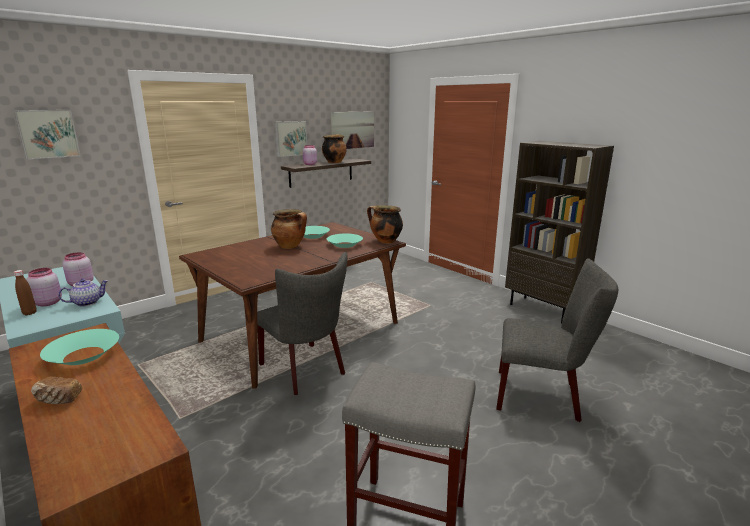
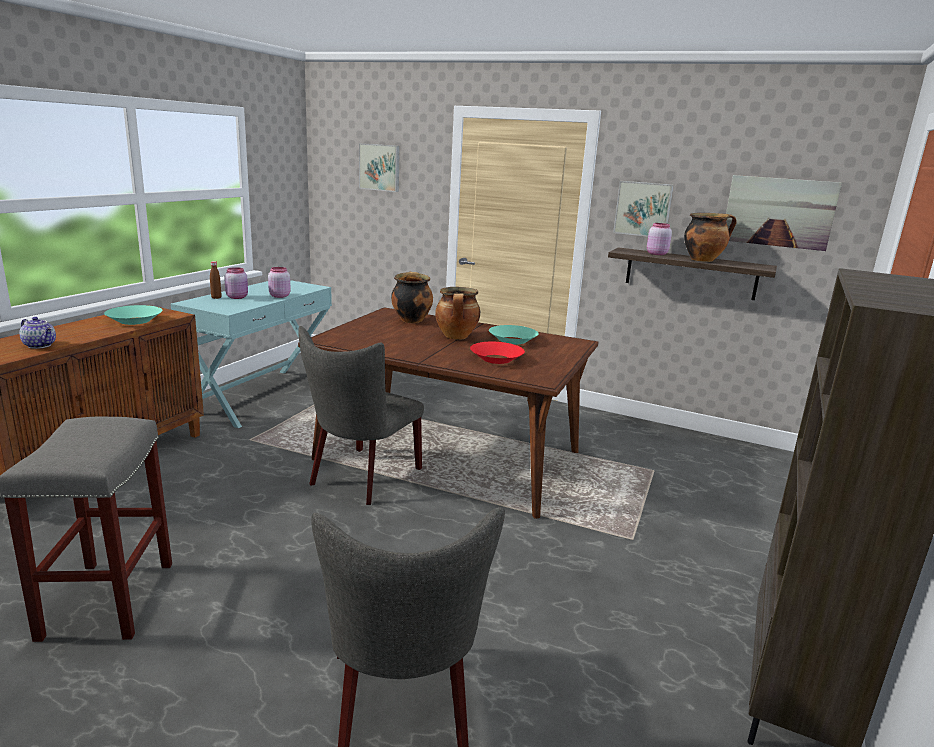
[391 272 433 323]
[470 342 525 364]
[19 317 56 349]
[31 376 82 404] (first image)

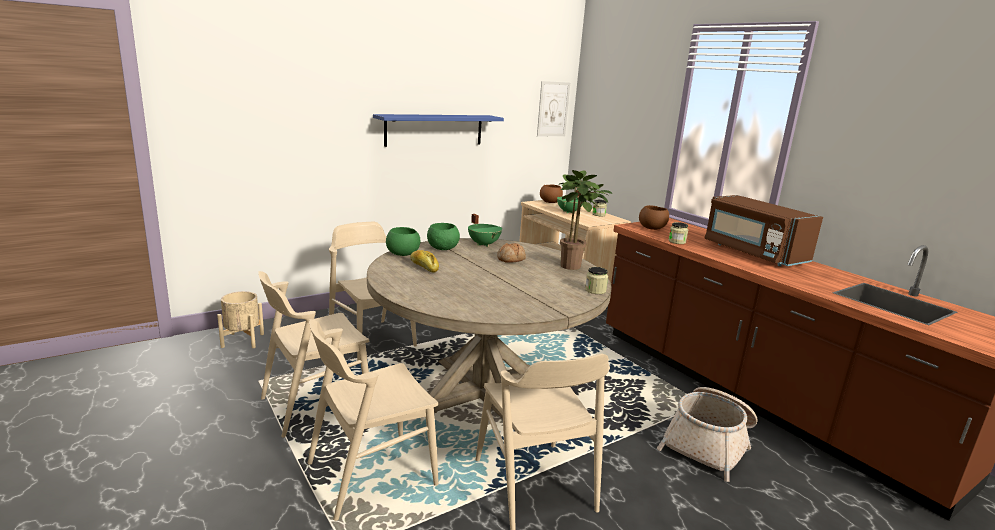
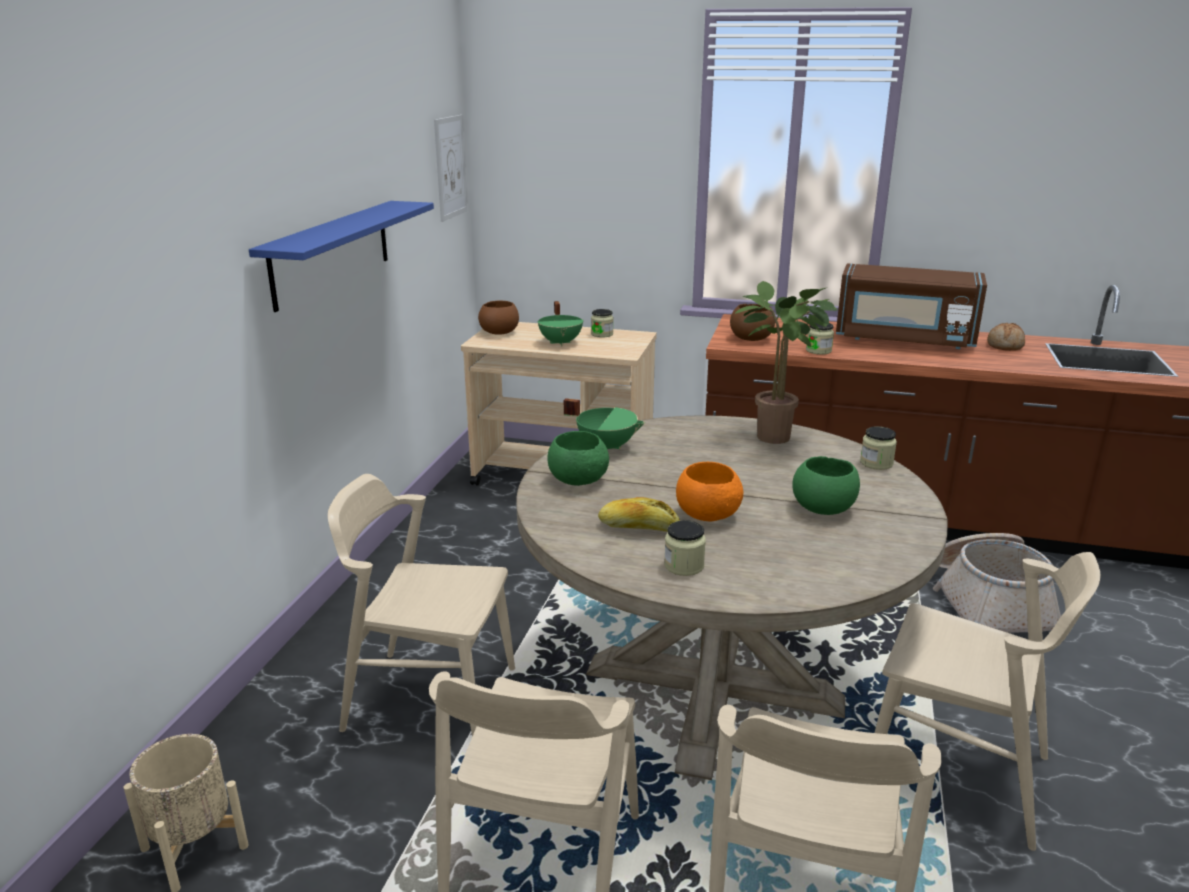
[792 456 860 515]
[987 323 1025 351]
[676 462 744 521]
[664 520 706 576]

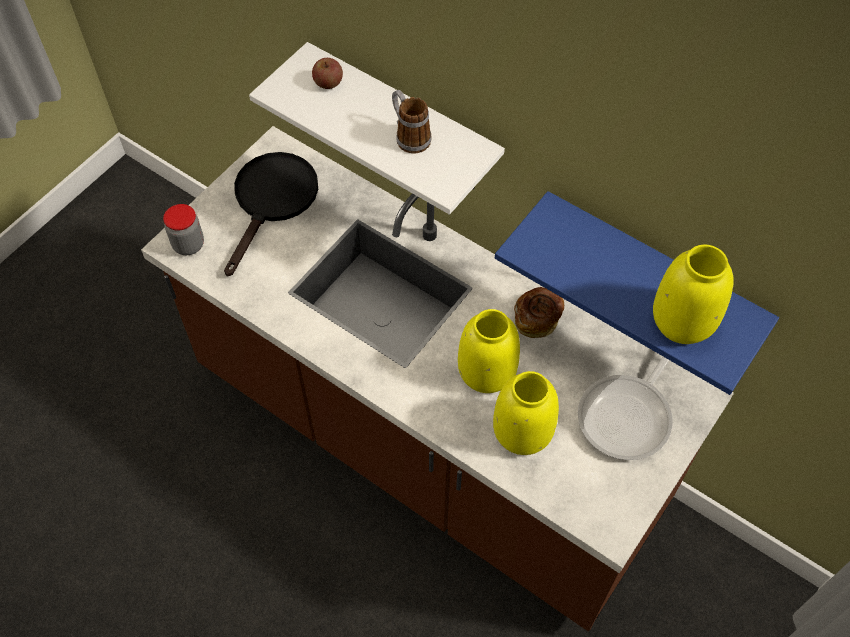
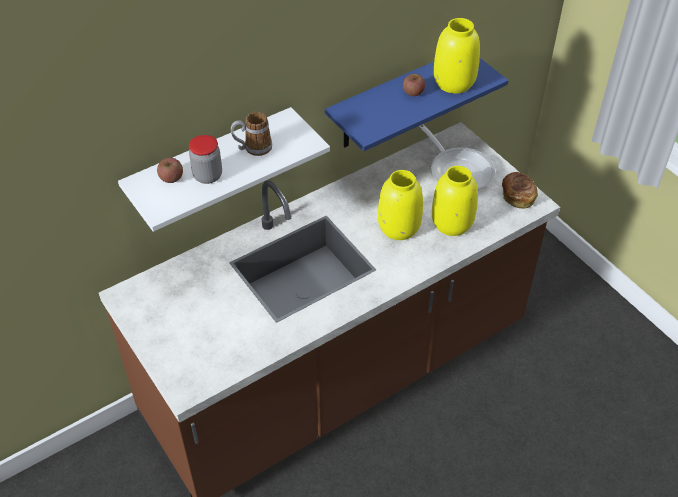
[224 152 318 277] (first image)
[189 135 222 184]
[502 172 538 209]
[403 74 425 96]

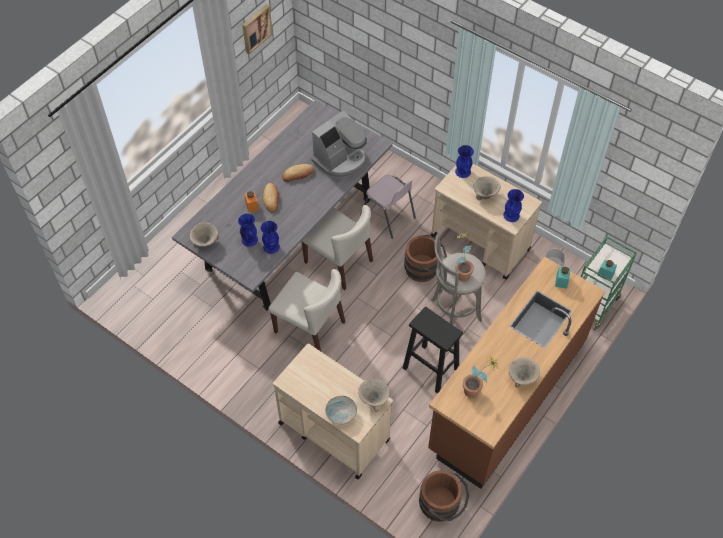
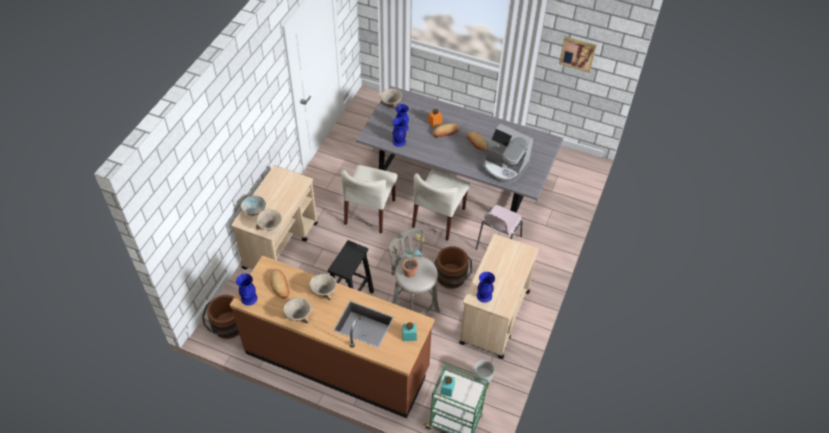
[236 274 257 306]
[309 274 337 300]
[270 269 289 298]

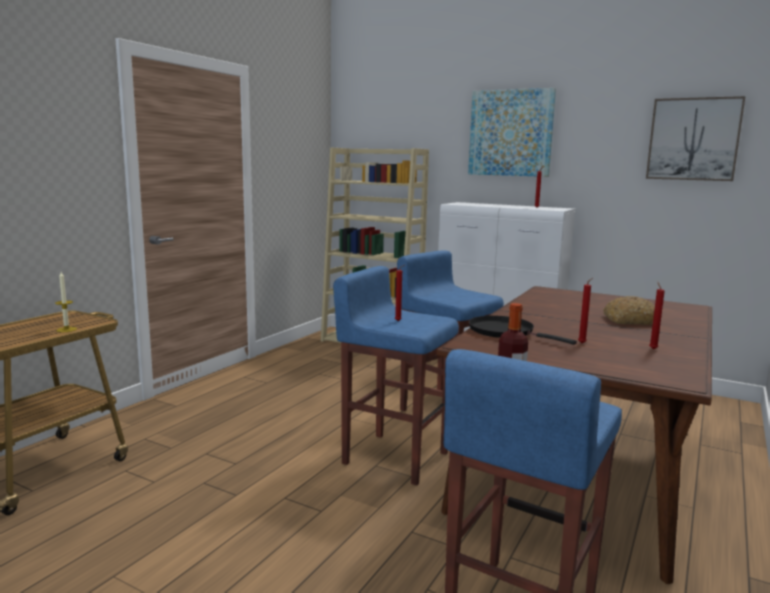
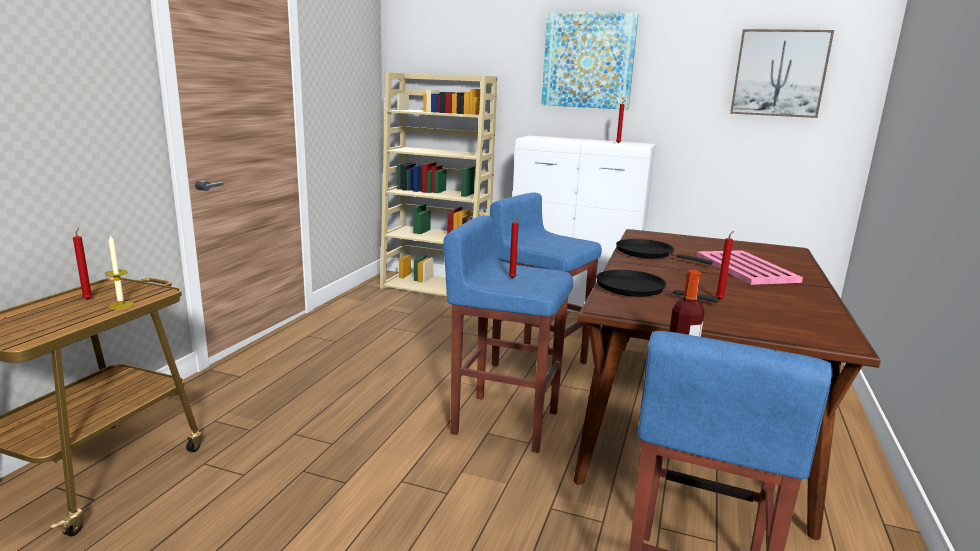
[73 228 93 300]
[696 250 803 285]
[616 239 713 265]

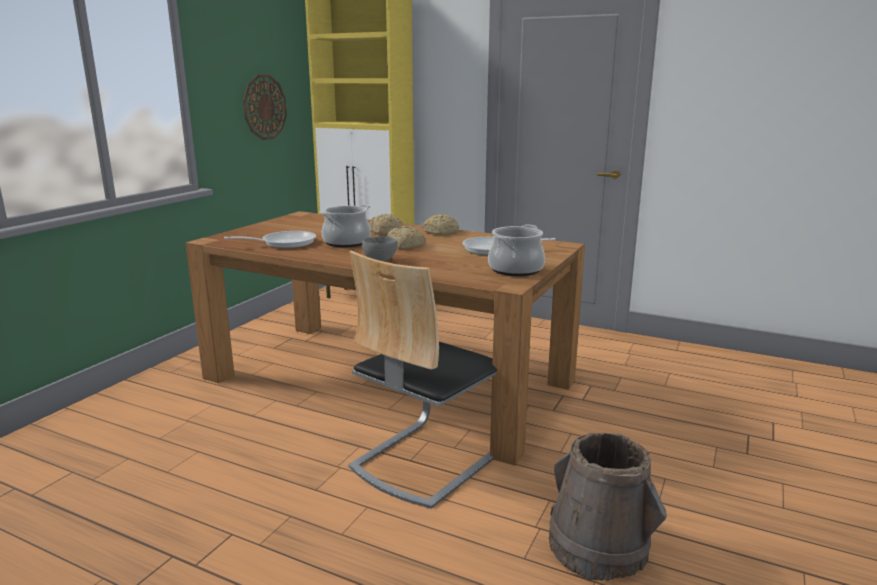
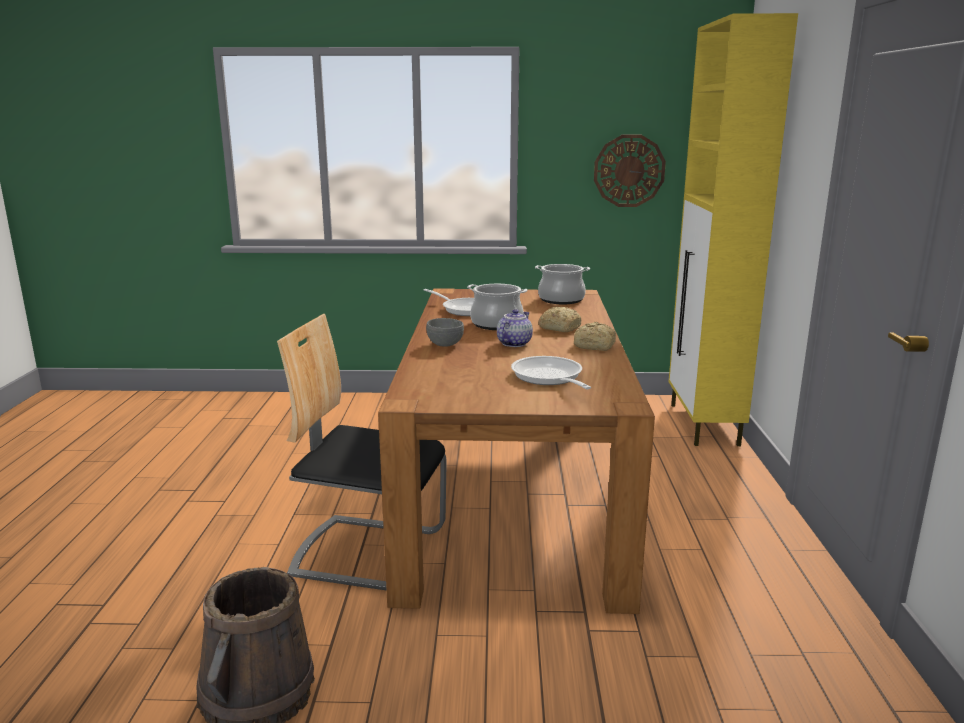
[535 264 590 304]
[497 309 533 347]

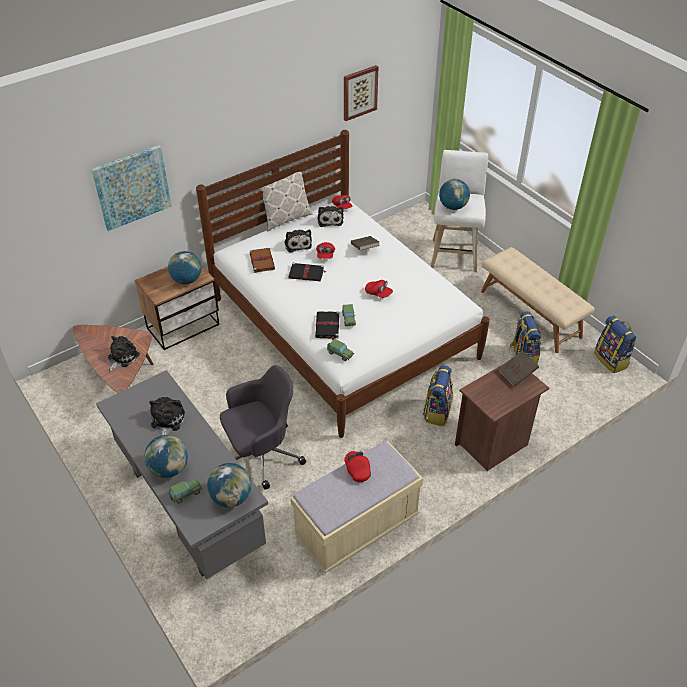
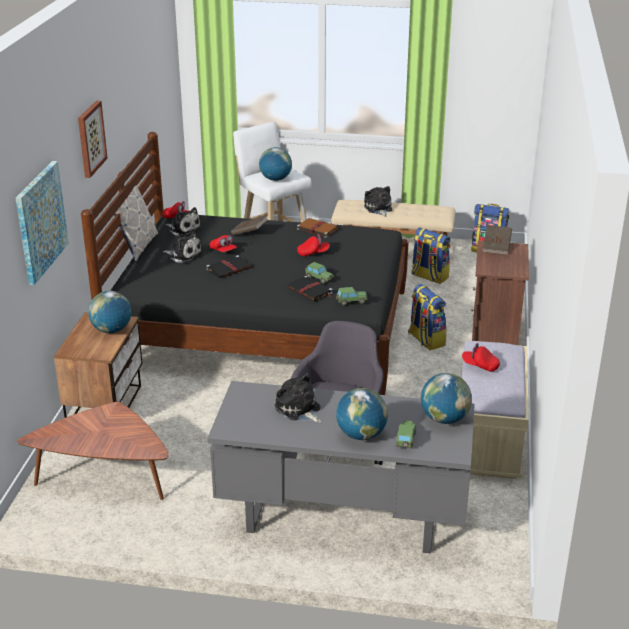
[78 101 108 178]
[81 132 409 395]
[297 218 339 238]
[364 186 393 217]

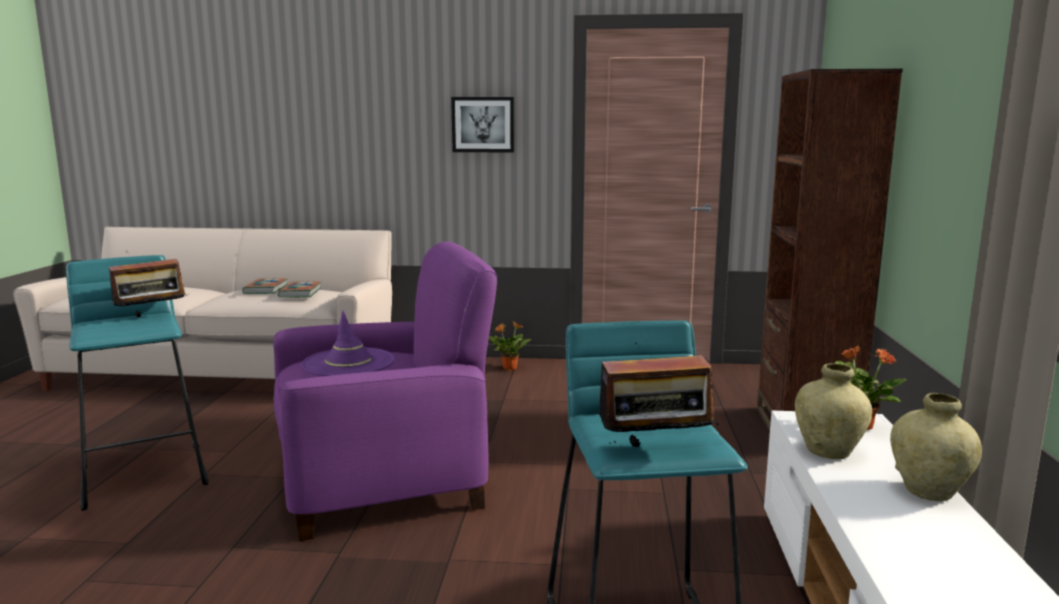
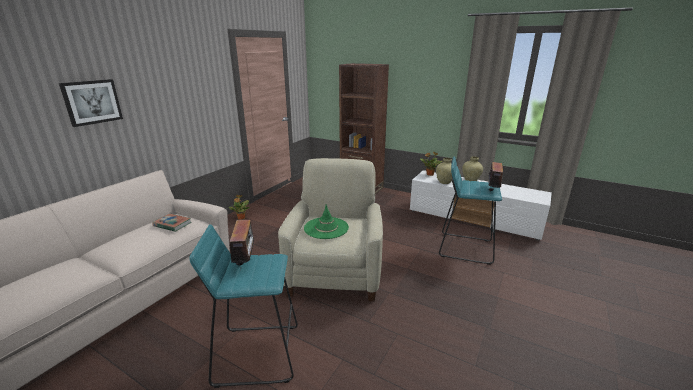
[59 79 123 127]
[278 158 383 302]
[242 278 287 294] (first image)
[304 204 349 239]

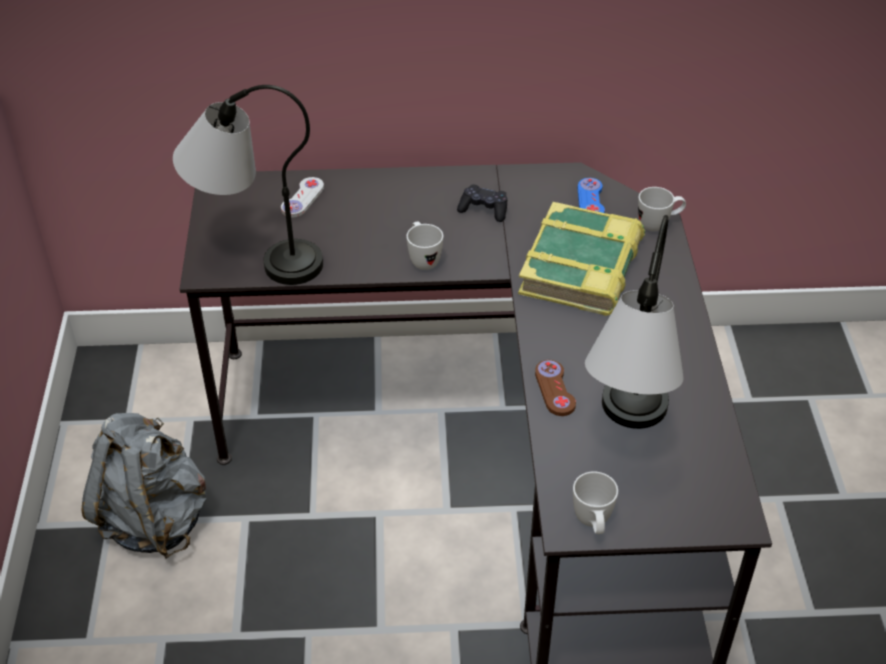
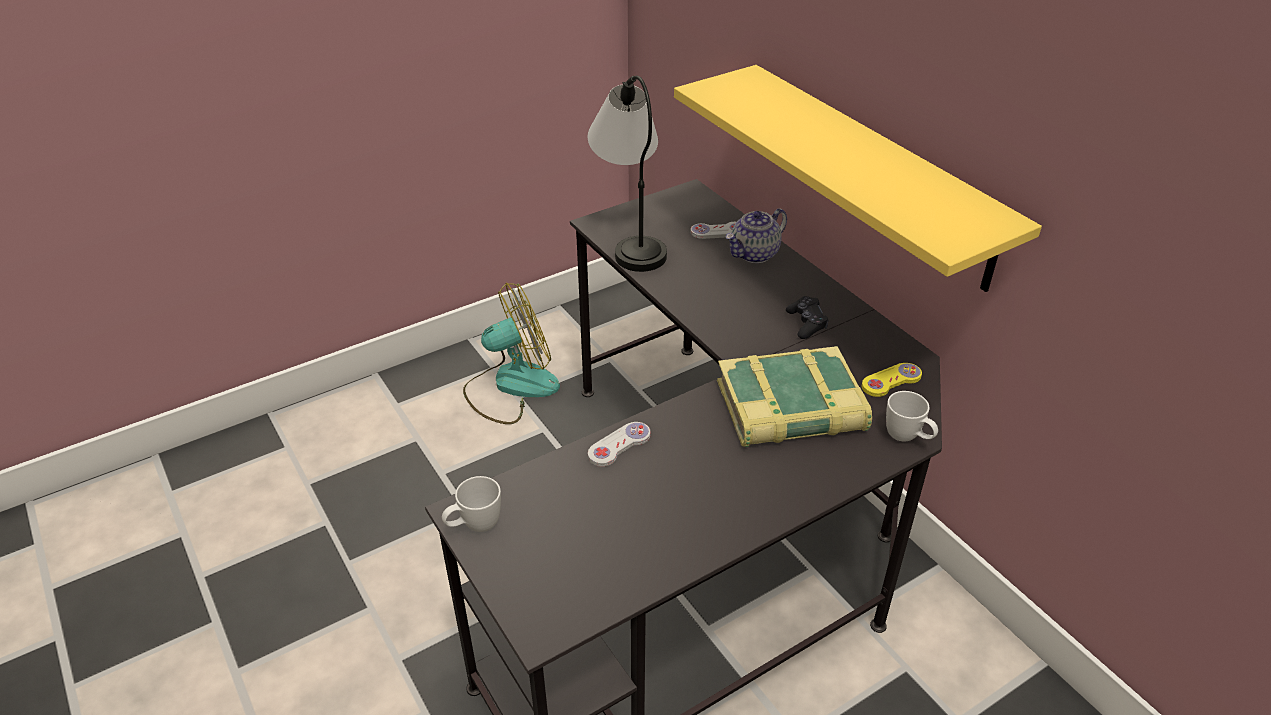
[862 363 922 397]
[585 215 684 429] (first image)
[406 222 443 270] (first image)
[588 422 650 467]
[463 283 560 424]
[674 65 1042 292]
[725 208 787 263]

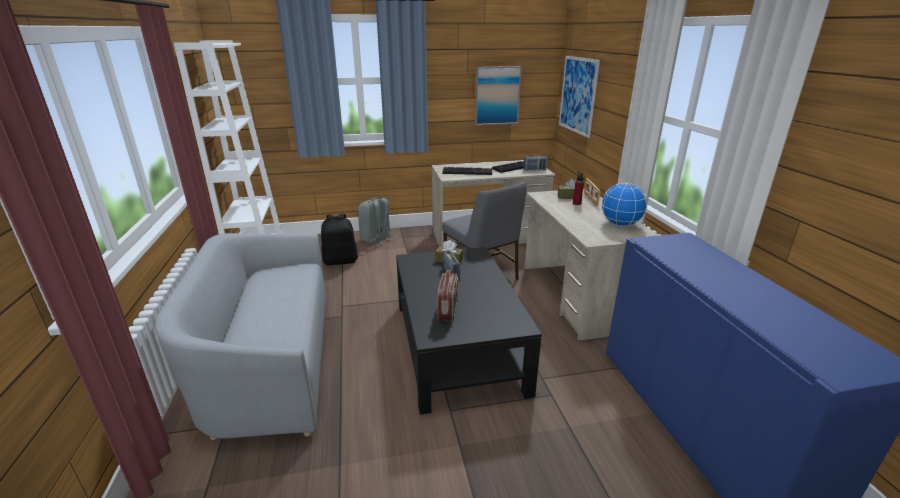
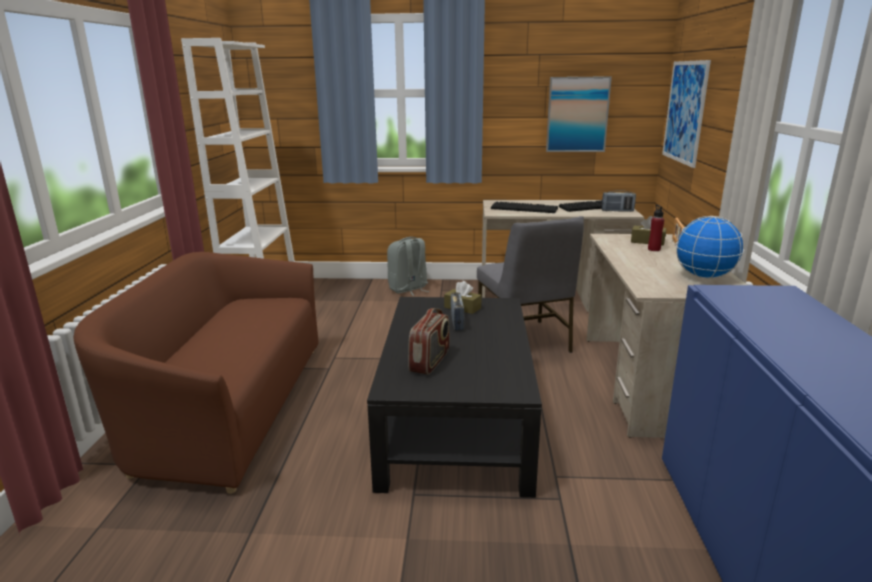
[321 213 358 265] (first image)
[74 252 319 494]

